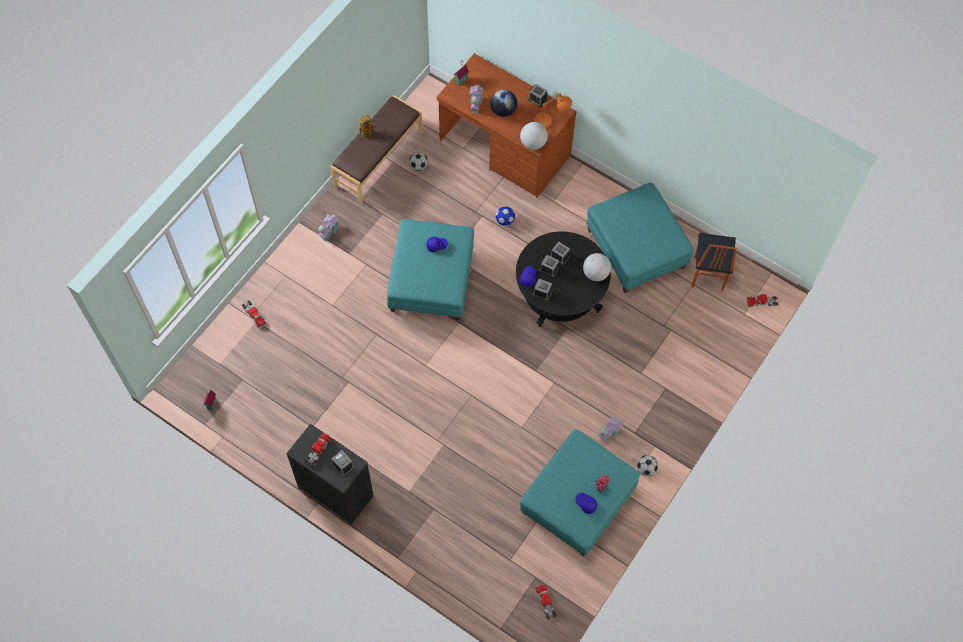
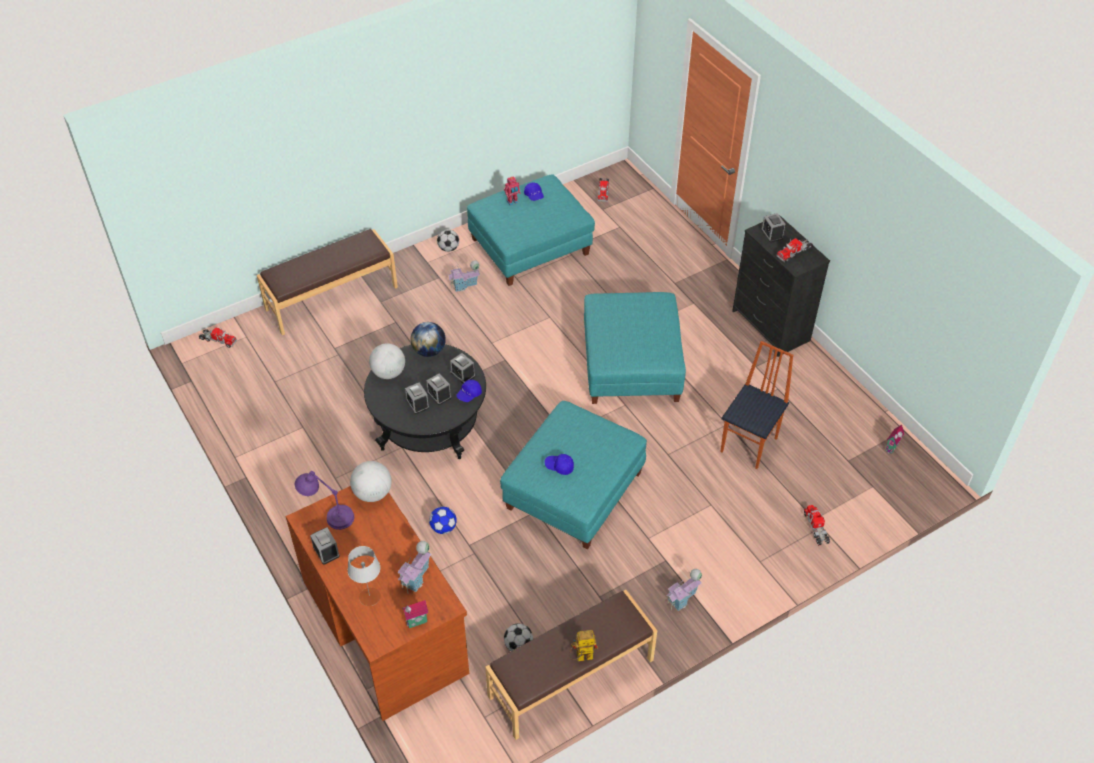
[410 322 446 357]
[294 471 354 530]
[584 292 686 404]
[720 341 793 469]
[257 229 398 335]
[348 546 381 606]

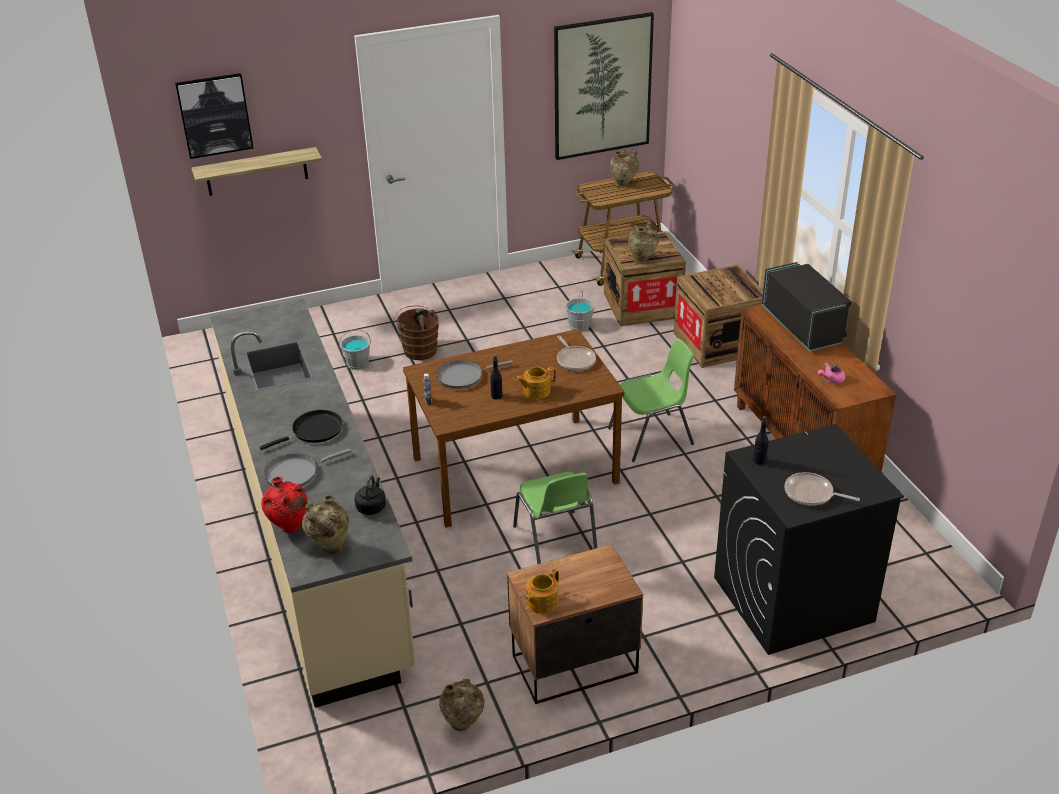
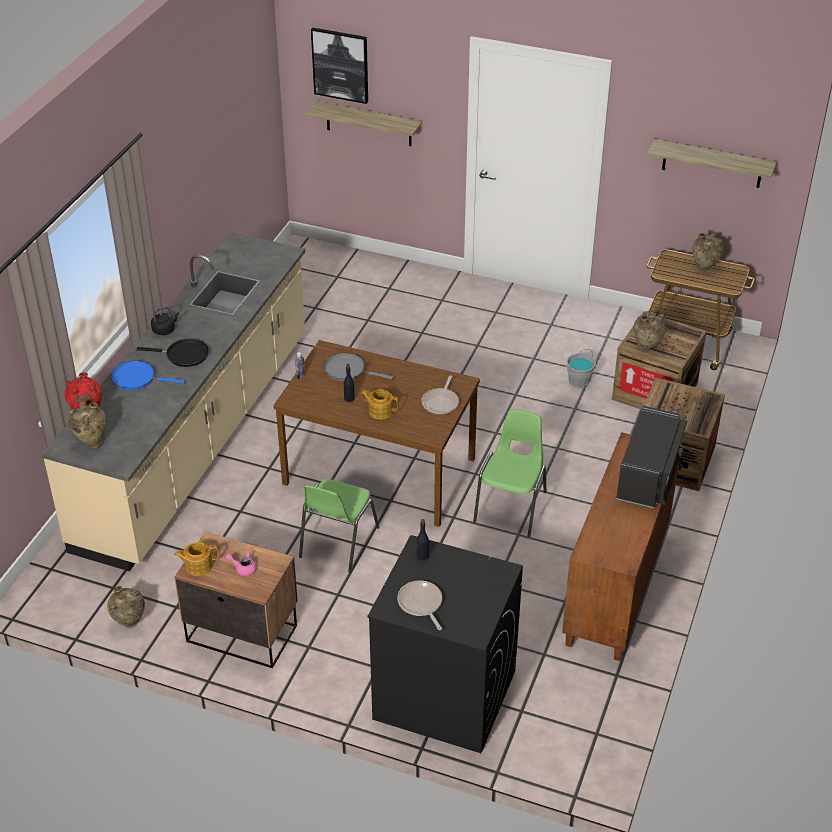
[647 139 777 188]
[393 306 439 360] (first image)
[339 330 371 370] (first image)
[473 409 547 537]
[226 551 257 576]
[111 361 185 390]
[151 307 179 335]

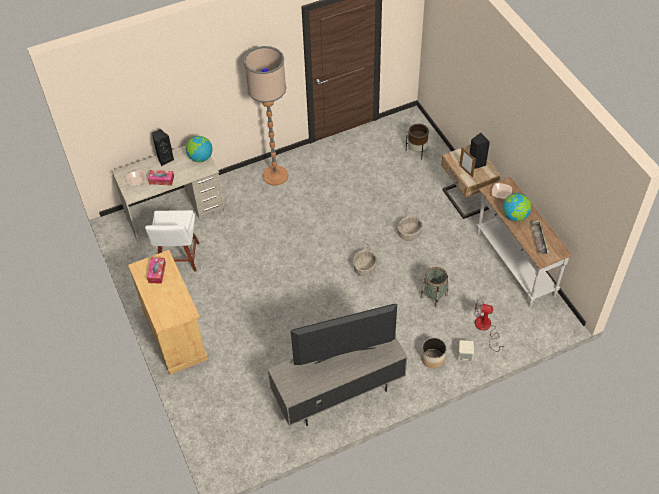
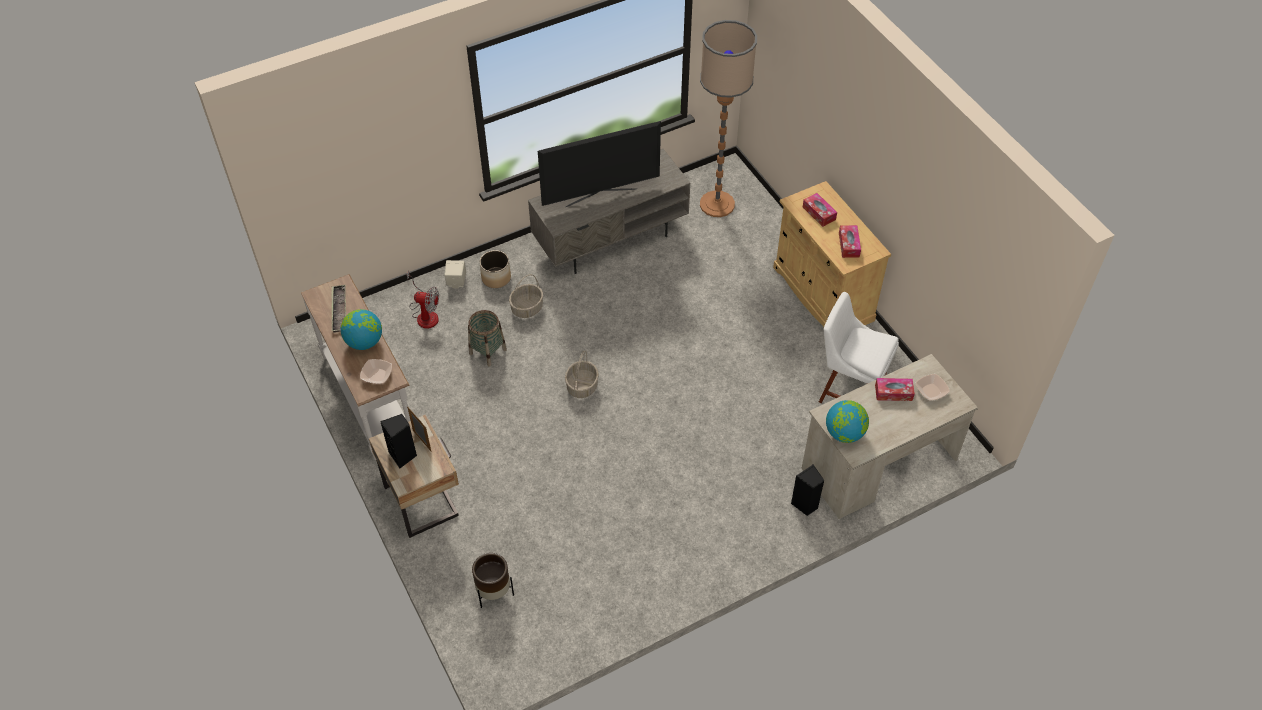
[700 20 757 217]
[791 464 825 516]
[819 292 899 403]
[509 274 543 318]
[803 193 837 227]

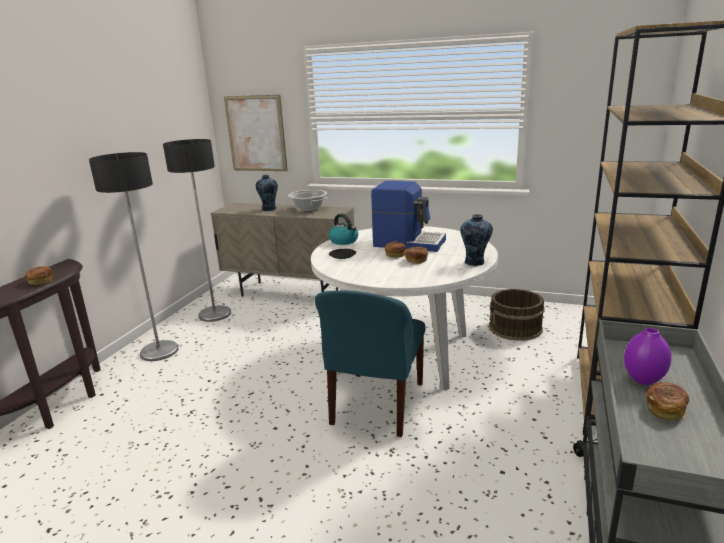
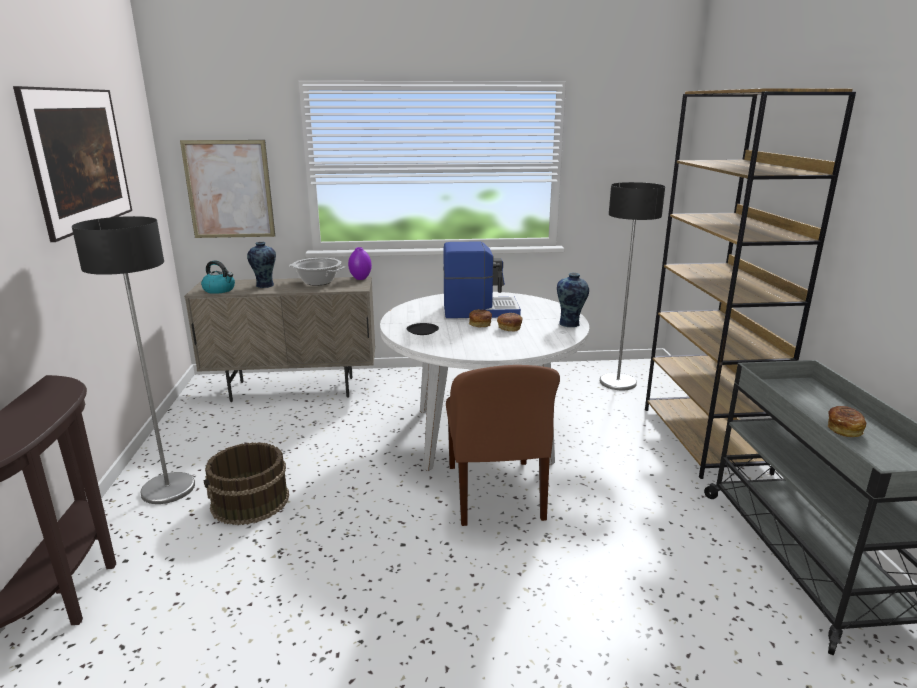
[600 182 665 390]
[201 260 235 294]
[25 266 53 285] (first image)
[203 442 289 525]
[446 365 560 526]
[348 247 372 280]
[13 86 132 242]

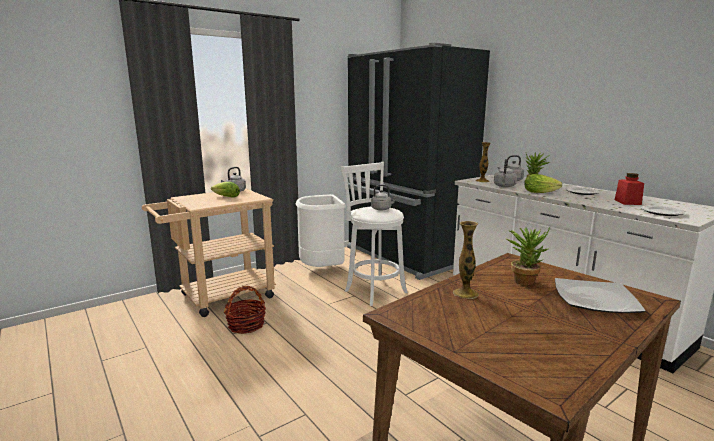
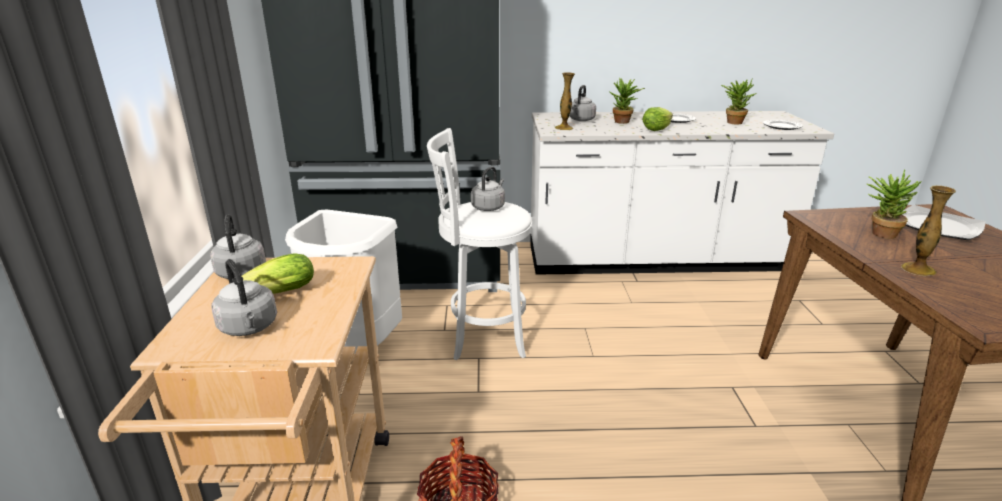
[211 259 277 336]
[721 80 756 125]

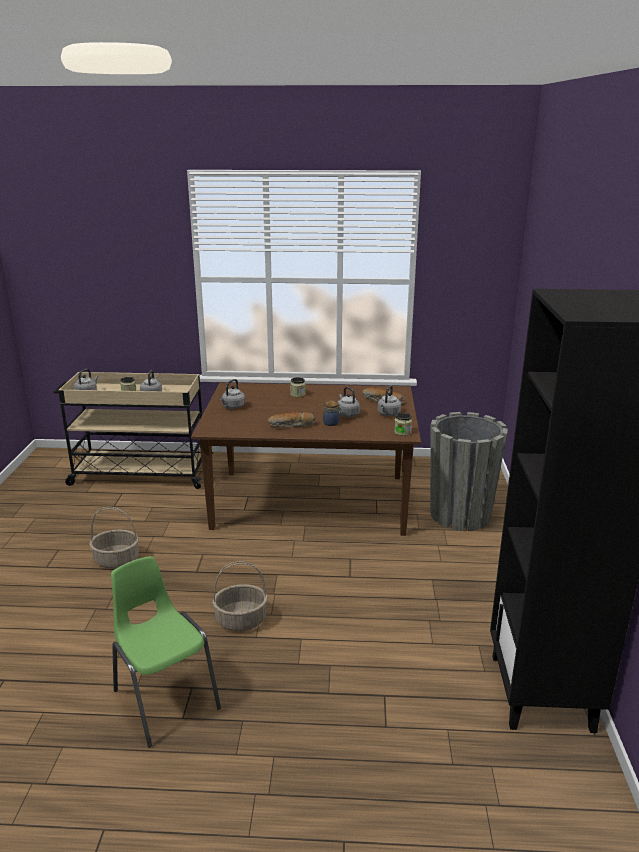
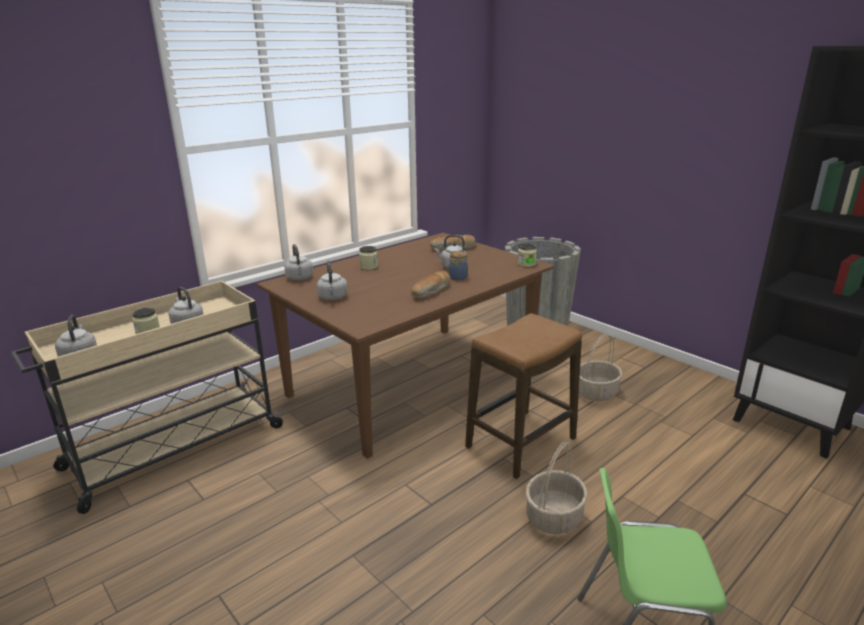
[284 244 313 280]
[579 334 623 401]
[465 313 582 479]

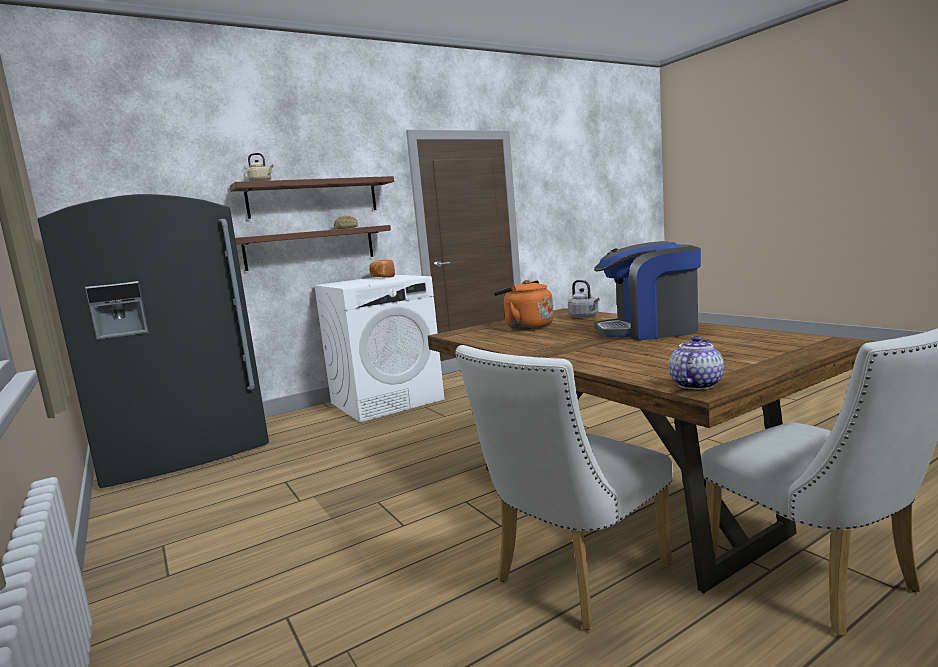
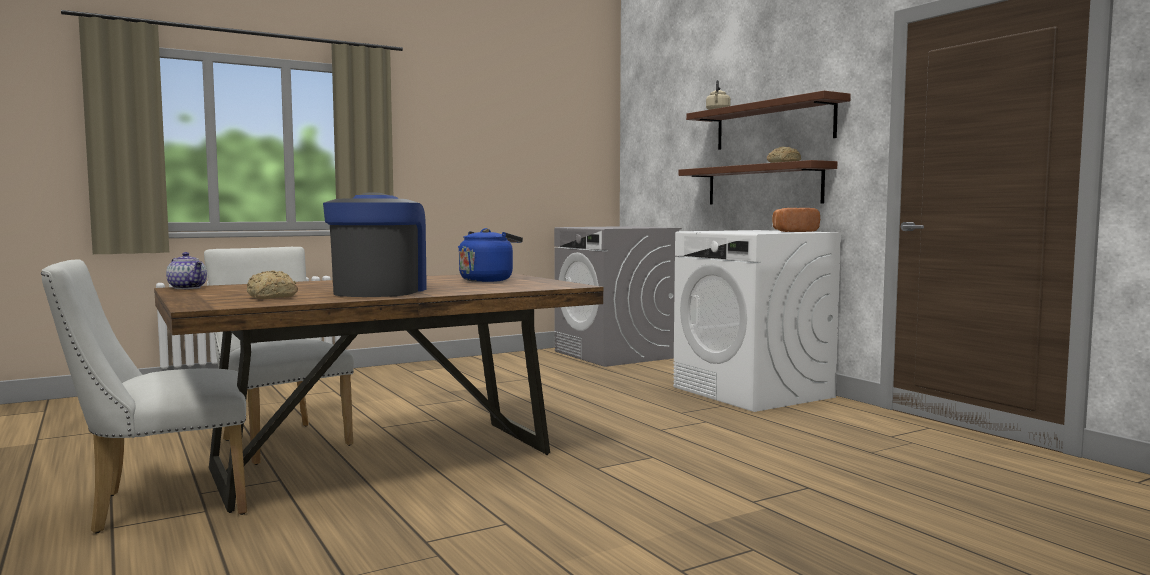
[554 226 682 367]
[458 228 523 282]
[568 280 600 318] (first image)
[247 270 298 299]

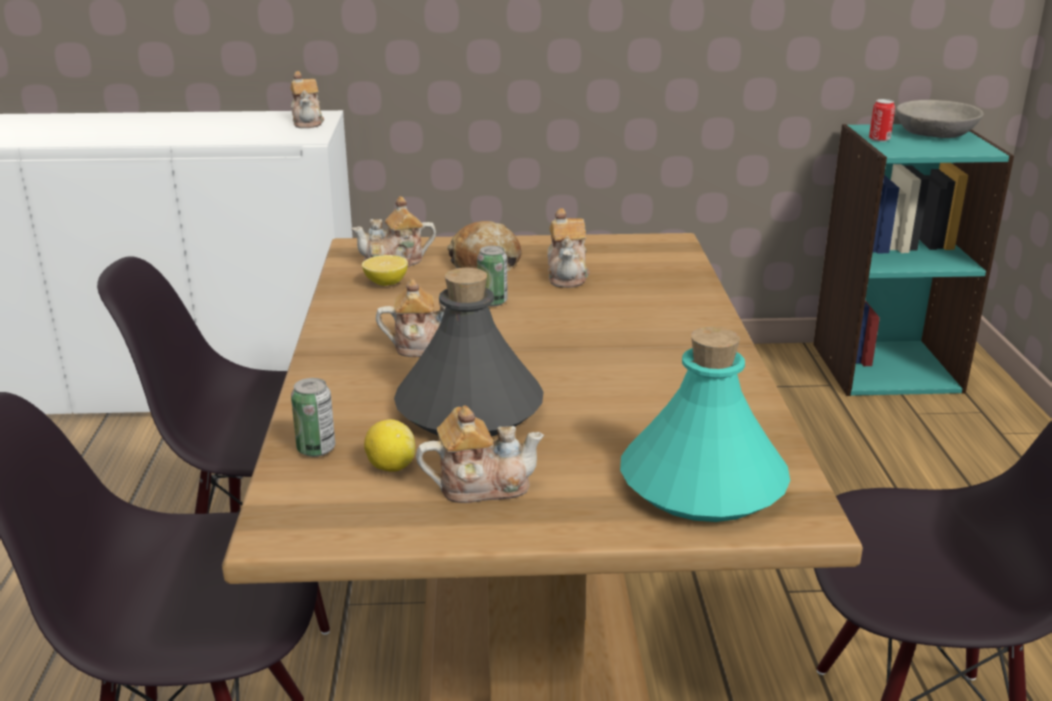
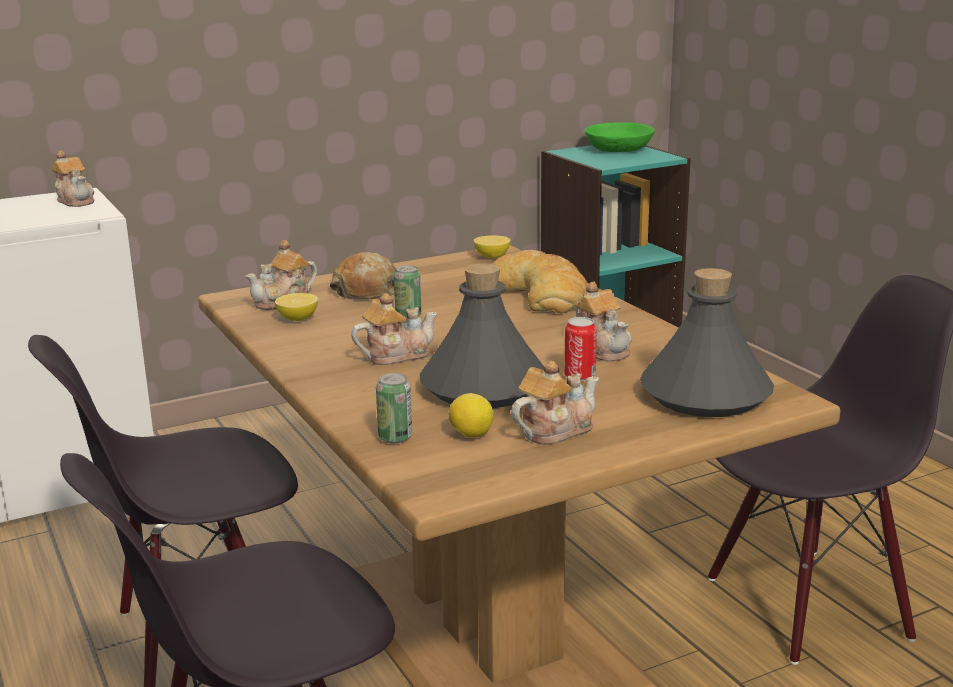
[564 317 597 381]
[585 122 655 152]
[575 281 631 362]
[640 268 774 417]
[474 235 511 259]
[492 250 588 313]

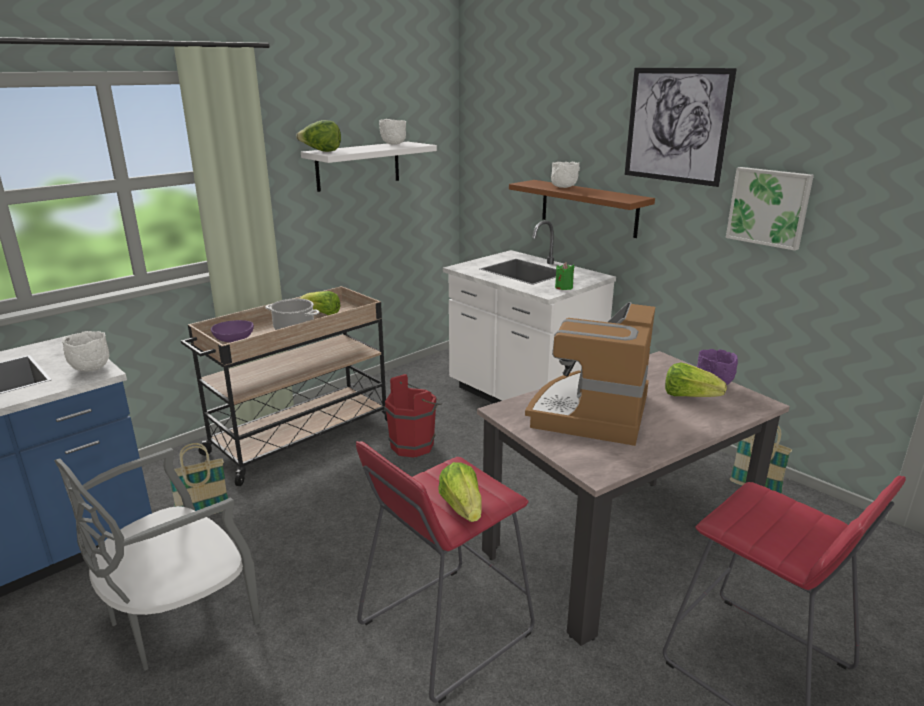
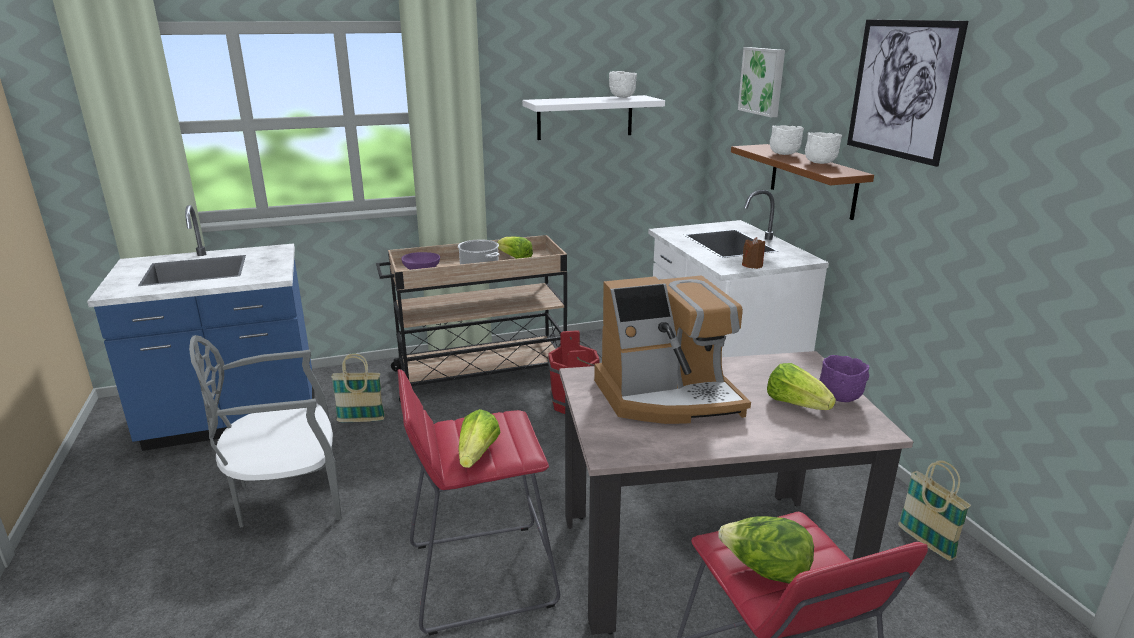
[718 516 814 584]
[738 47 785 117]
[742 237 765 269]
[594 276 751 424]
[805 132 842 164]

